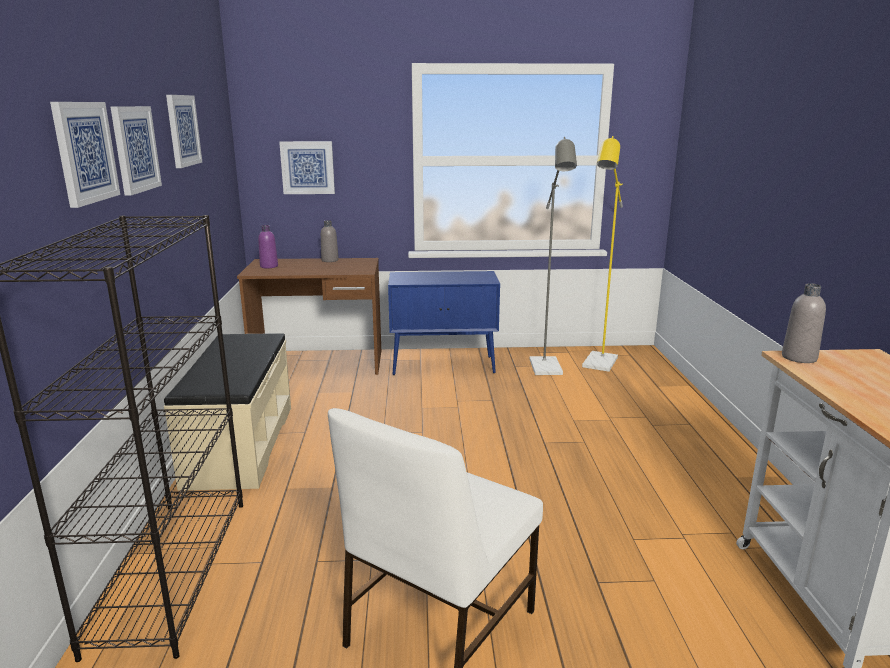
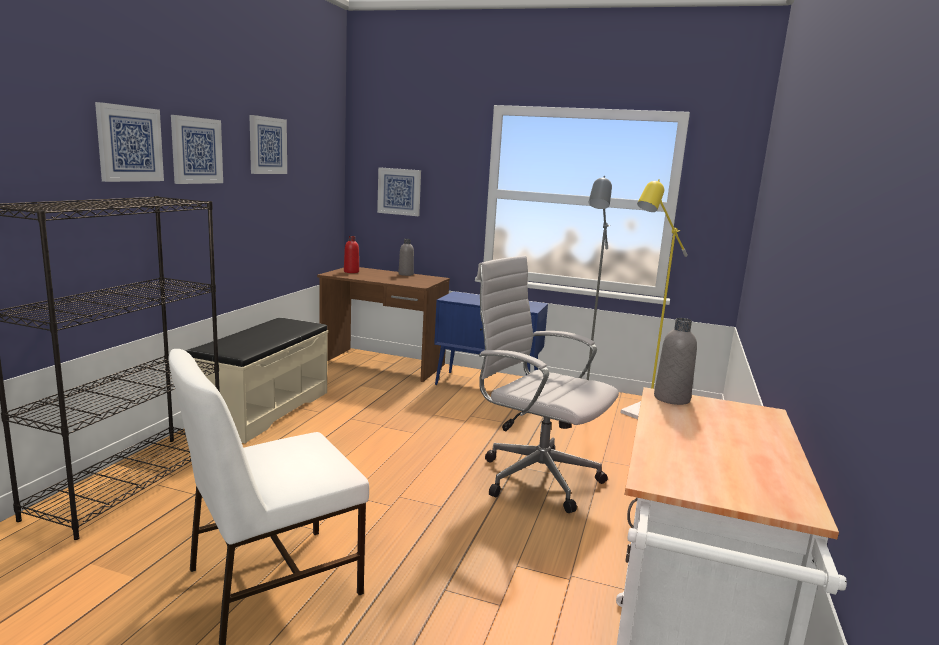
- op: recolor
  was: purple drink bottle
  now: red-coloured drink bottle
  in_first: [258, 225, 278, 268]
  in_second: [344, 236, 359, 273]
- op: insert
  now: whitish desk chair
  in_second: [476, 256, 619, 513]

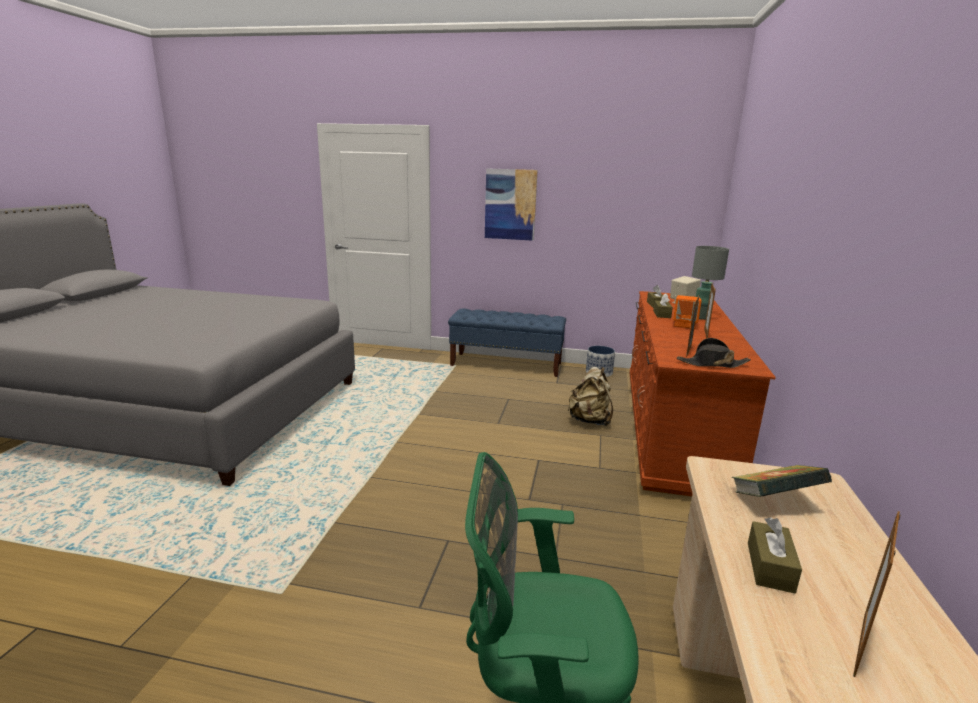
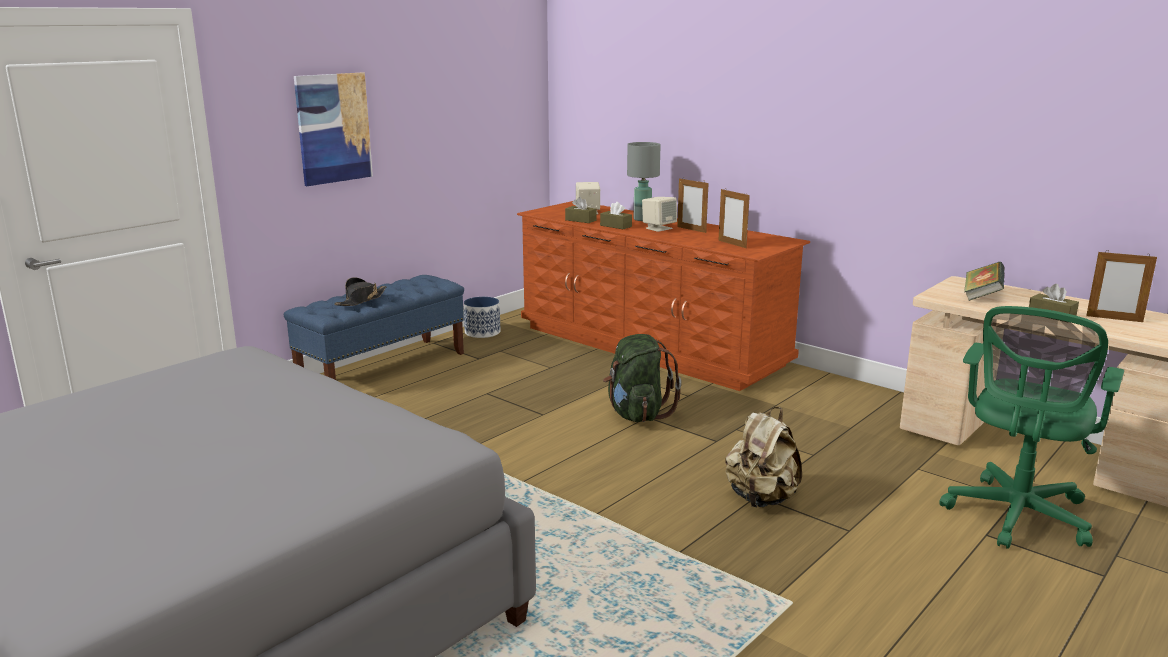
- op: recolor
  was: orange-coloured audio speaker
  now: beige audio speaker
  in_first: [673, 295, 702, 329]
  in_second: [642, 197, 677, 232]
- op: move
  was: black clothing hat
  in_first: [677, 338, 751, 368]
  in_second: [334, 277, 387, 306]
- op: move
  was: beige knapsack
  in_first: [568, 367, 613, 426]
  in_second: [725, 407, 802, 508]
- op: rotate
  was: standing frame
  in_first: [853, 511, 901, 677]
  in_second: [1086, 250, 1157, 322]
  clockwise: -45
- op: insert
  now: greenish knapsack
  in_second: [603, 334, 681, 422]

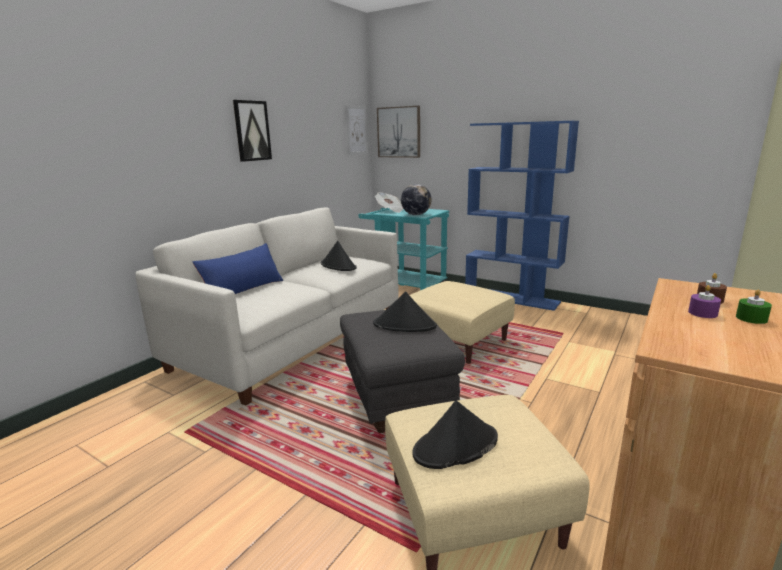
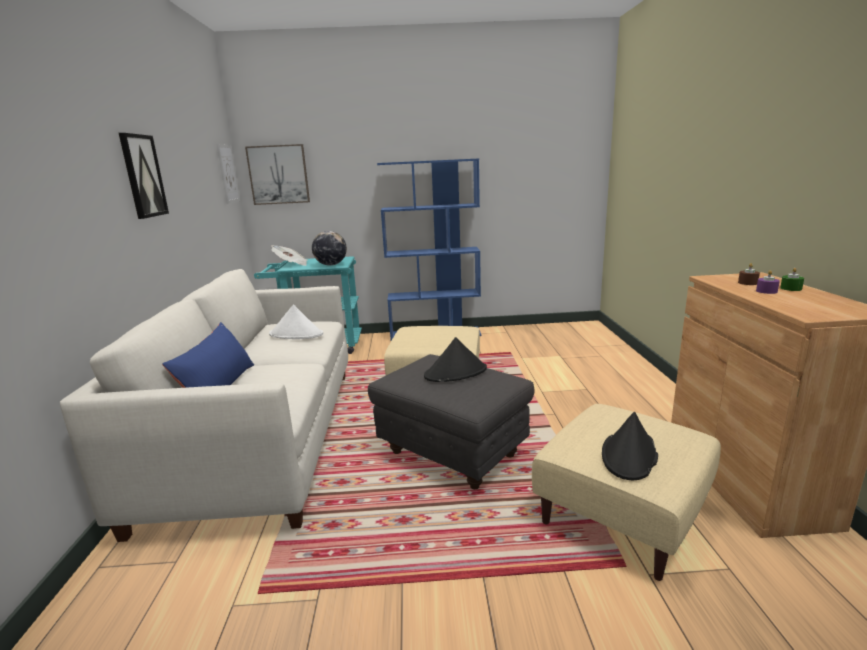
- op: recolor
  was: black clothing hat
  now: whitish clothing hat
  in_first: [321, 241, 357, 271]
  in_second: [269, 304, 323, 339]

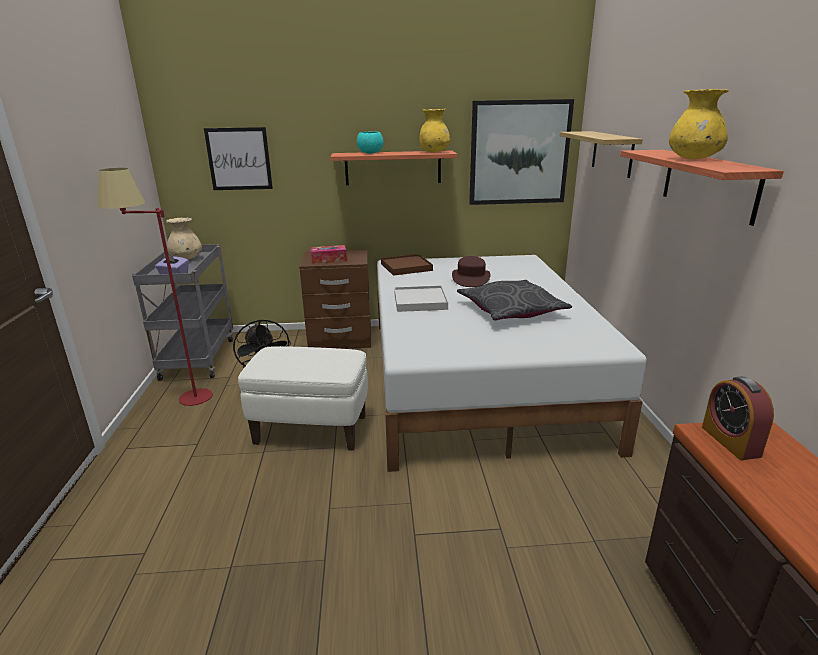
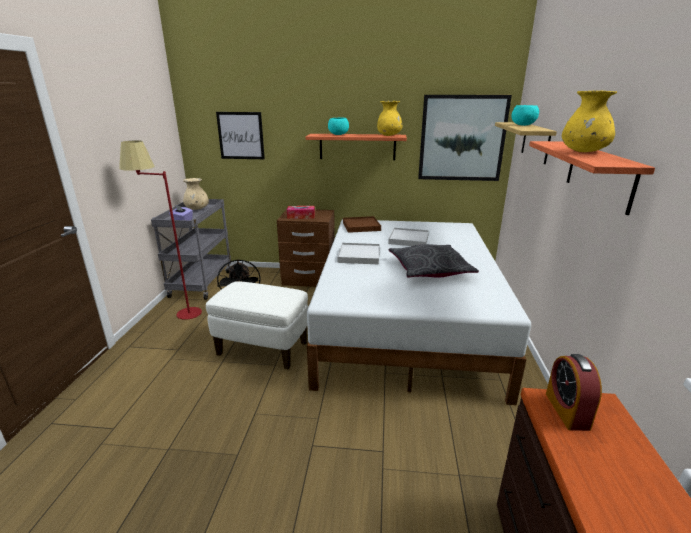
- op: replace
  was: brown clothing hat
  now: whitish serving tray
  in_first: [452, 256, 491, 287]
  in_second: [388, 228, 429, 246]
- op: insert
  now: turquoise serving bowl
  in_second: [511, 105, 539, 126]

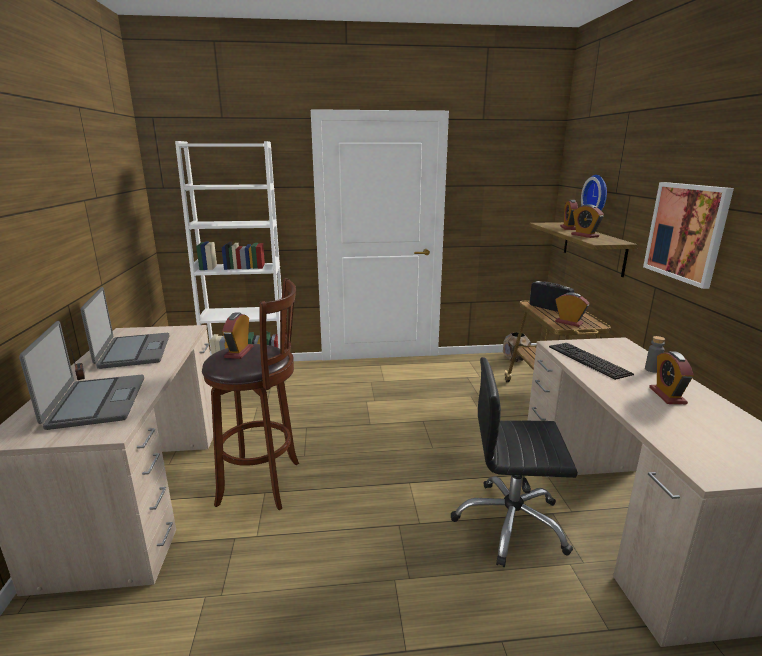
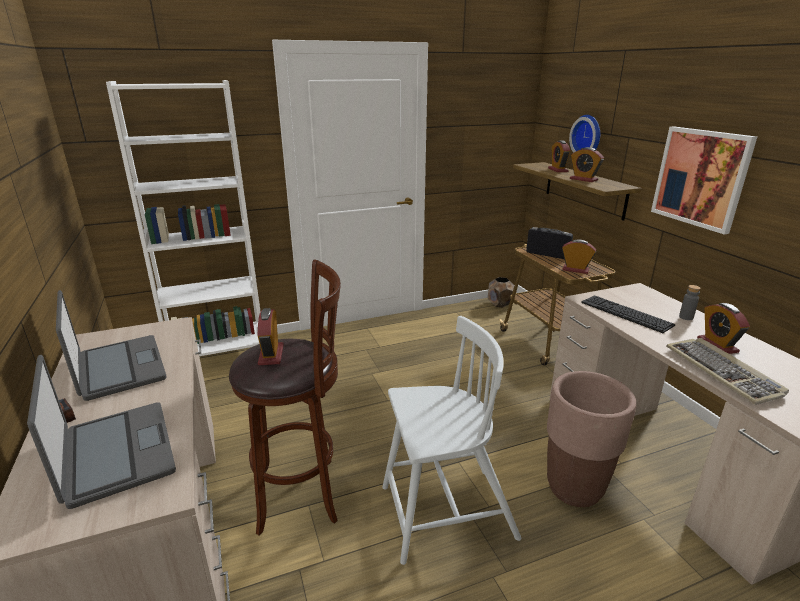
- op: replace
  was: black desk chair
  now: brown plant pot
  in_first: [451, 357, 578, 567]
  in_second: [547, 371, 636, 507]
- op: insert
  now: whitish upright chair
  in_second: [382, 316, 521, 565]
- op: insert
  now: keyboard
  in_second: [666, 338, 789, 405]

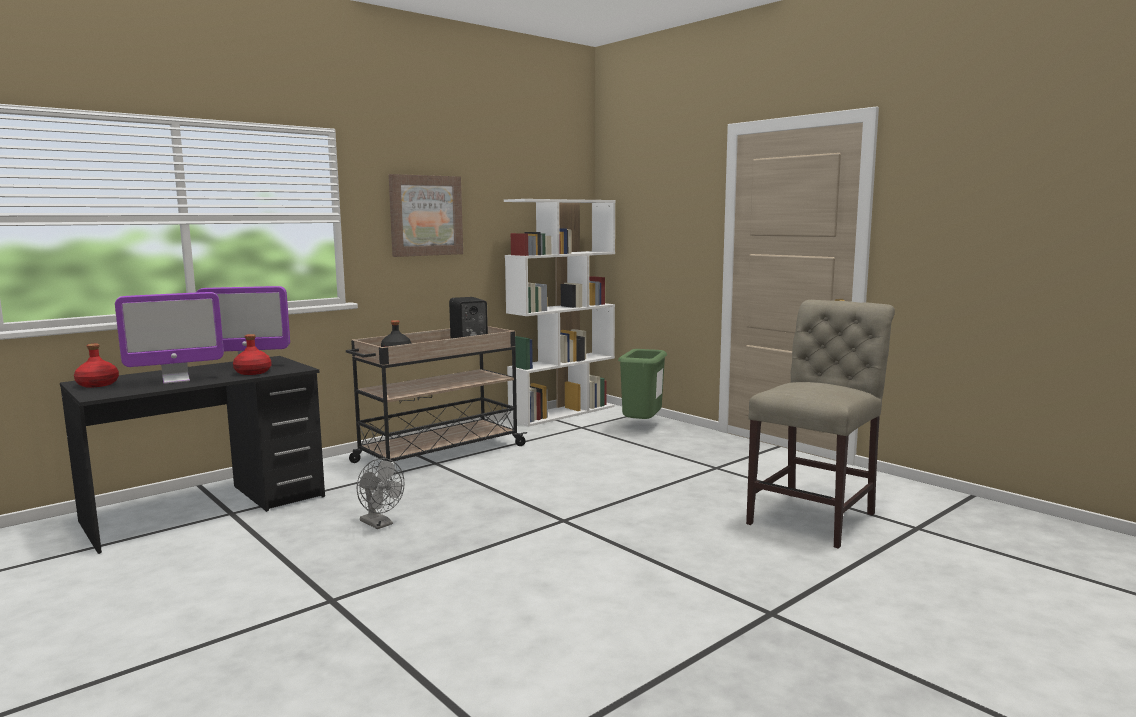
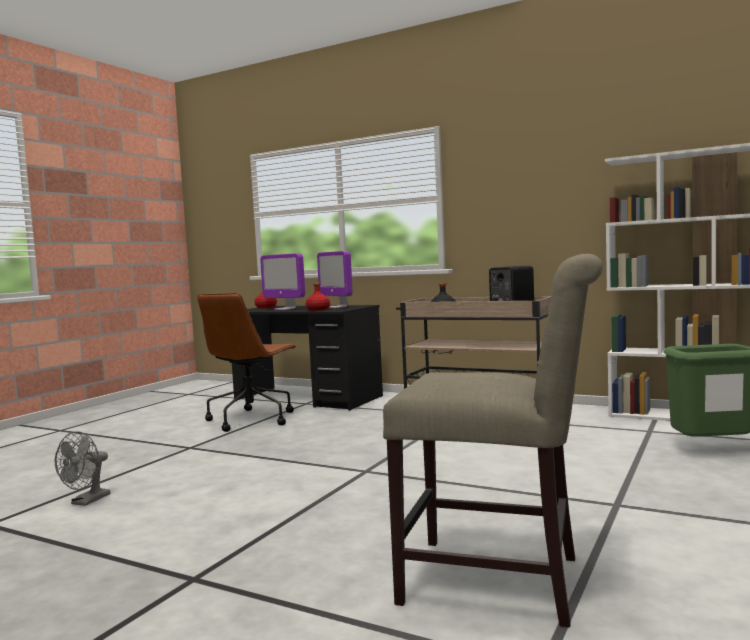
- op: delete
  was: wall picture
  in_first: [389, 174, 463, 257]
- op: move
  was: greyish cooling fan
  in_first: [356, 458, 404, 529]
  in_second: [55, 431, 110, 506]
- op: insert
  now: brown desk chair
  in_second: [197, 293, 297, 432]

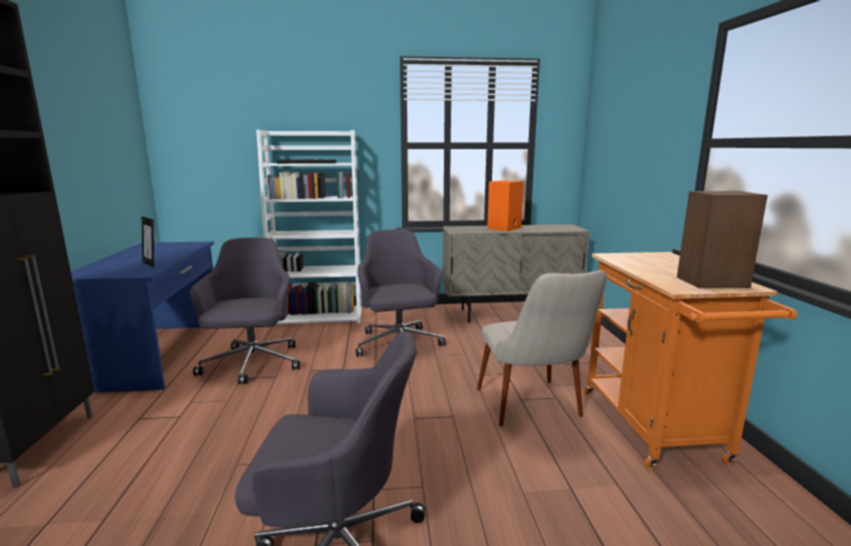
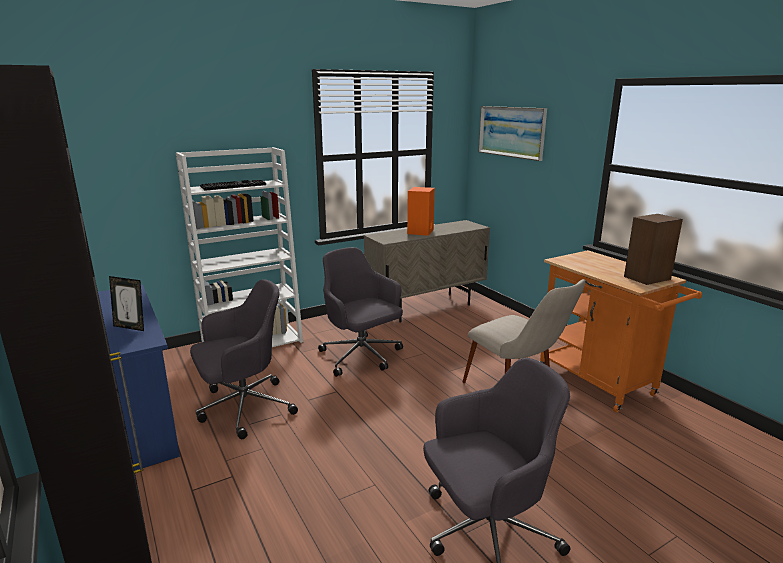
- op: rotate
  was: greyish desk chair
  in_first: [190, 237, 300, 384]
  in_second: [190, 279, 298, 439]
  clockwise: 90
- op: insert
  now: wall picture
  in_second: [478, 106, 547, 161]

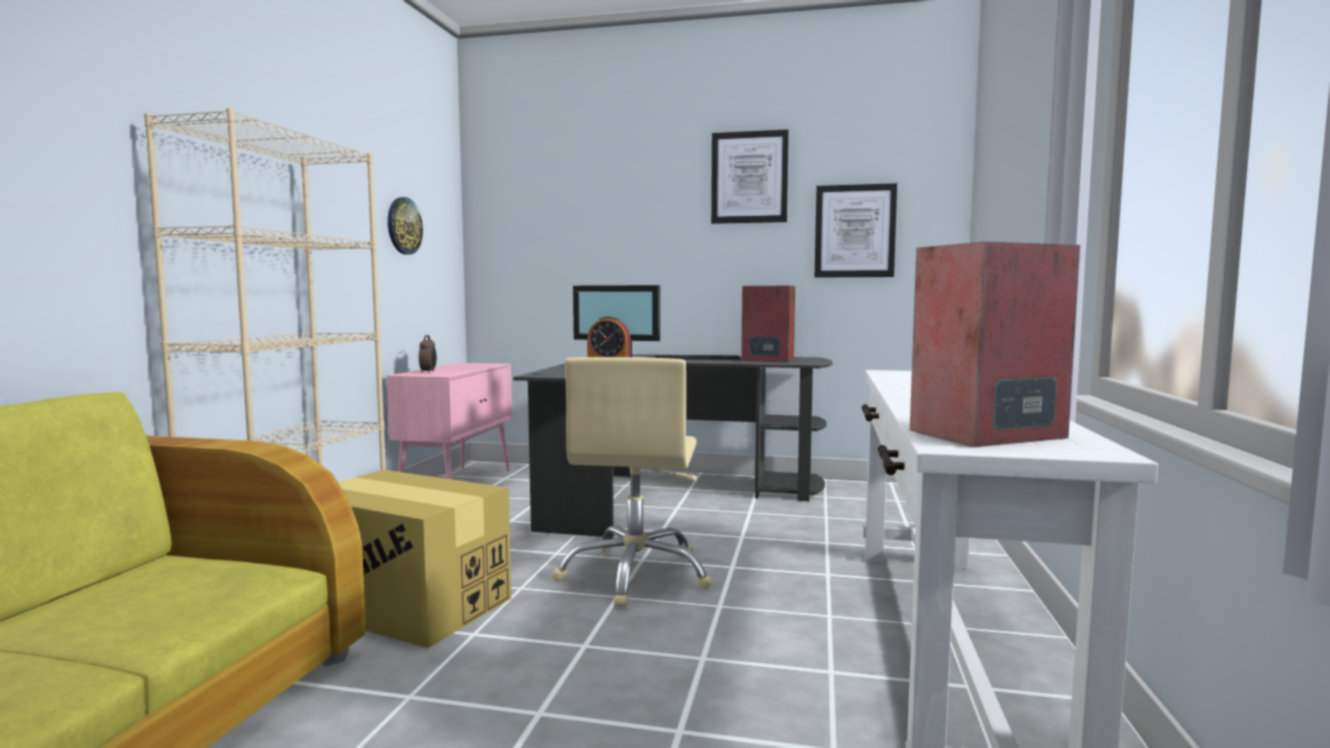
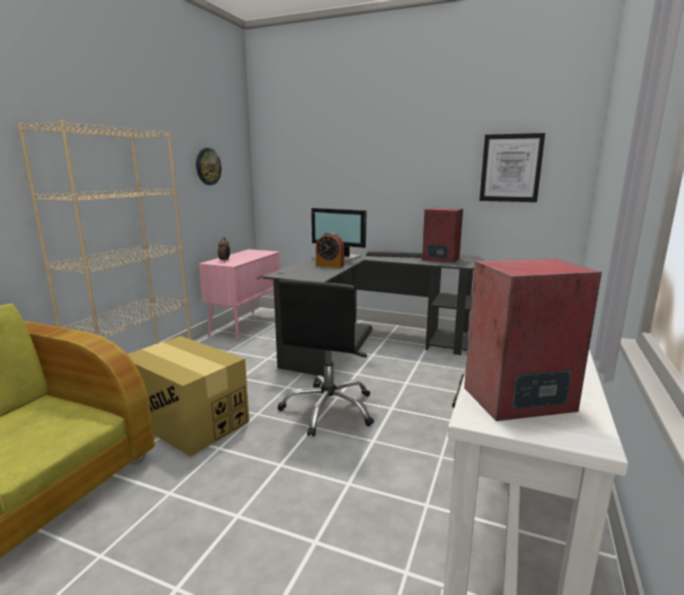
- op: delete
  was: wall picture
  in_first: [711, 129, 789, 224]
- op: recolor
  was: beige desk chair
  now: black desk chair
  in_first: [553, 357, 713, 608]
  in_second: [278, 280, 374, 437]

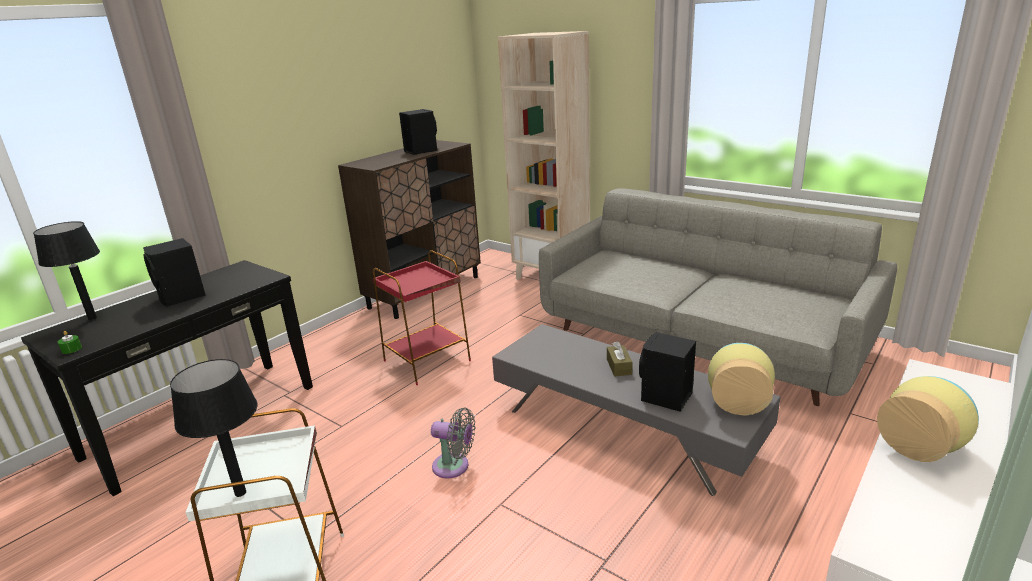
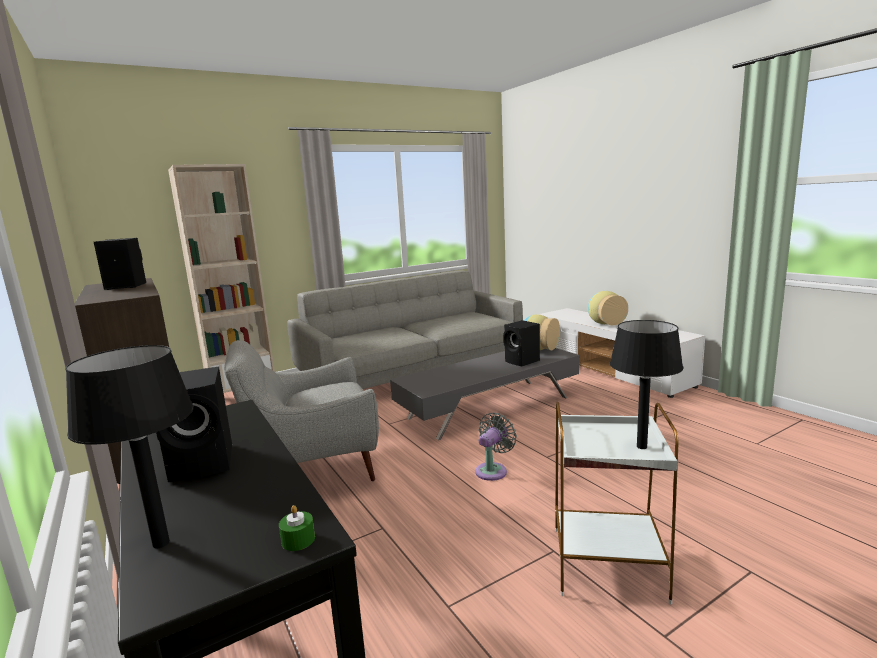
- op: replace
  was: red-coloured side table
  now: greyish easy chair
  in_first: [373, 250, 471, 385]
  in_second: [224, 340, 379, 481]
- op: delete
  was: brown box of tissues
  in_first: [607, 341, 633, 377]

